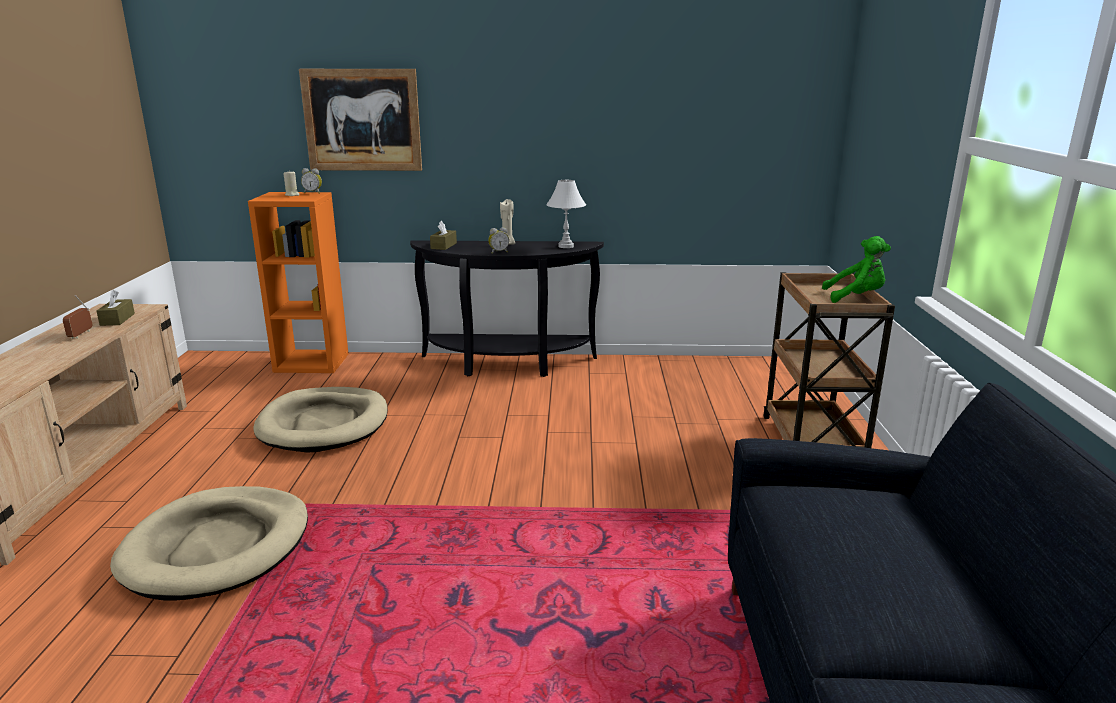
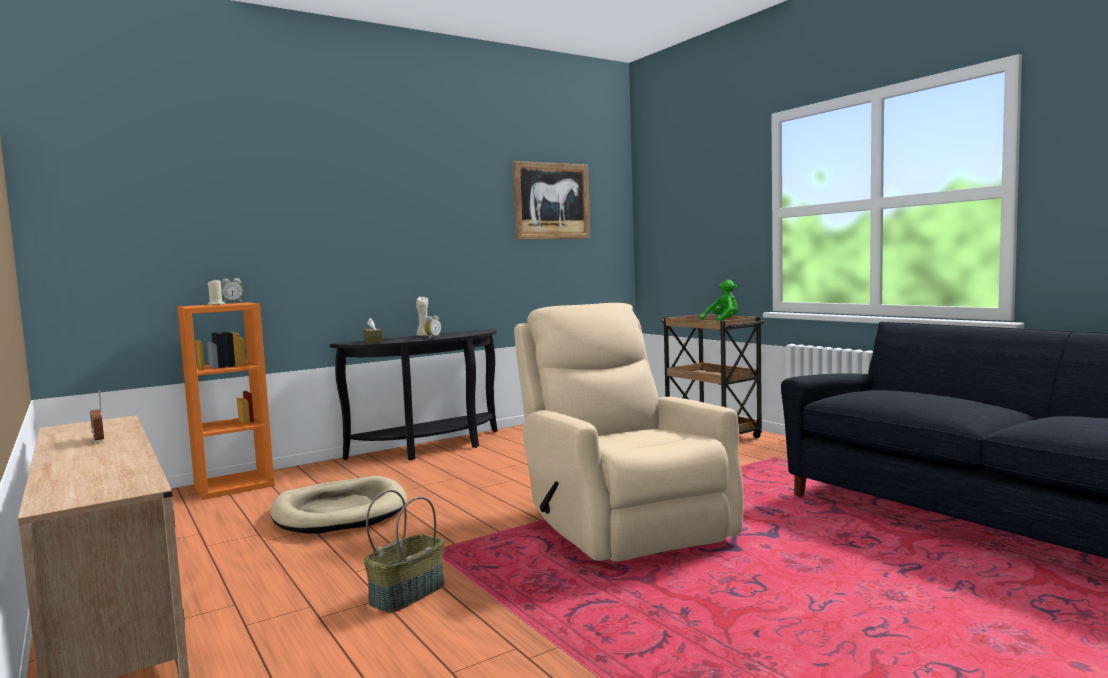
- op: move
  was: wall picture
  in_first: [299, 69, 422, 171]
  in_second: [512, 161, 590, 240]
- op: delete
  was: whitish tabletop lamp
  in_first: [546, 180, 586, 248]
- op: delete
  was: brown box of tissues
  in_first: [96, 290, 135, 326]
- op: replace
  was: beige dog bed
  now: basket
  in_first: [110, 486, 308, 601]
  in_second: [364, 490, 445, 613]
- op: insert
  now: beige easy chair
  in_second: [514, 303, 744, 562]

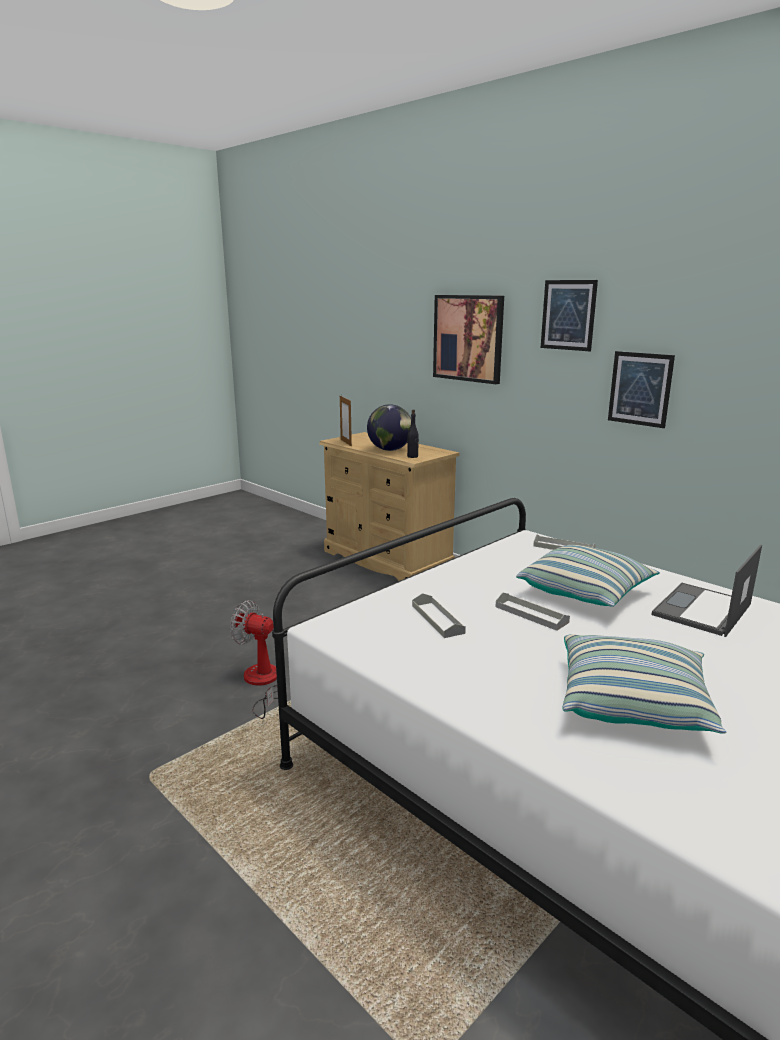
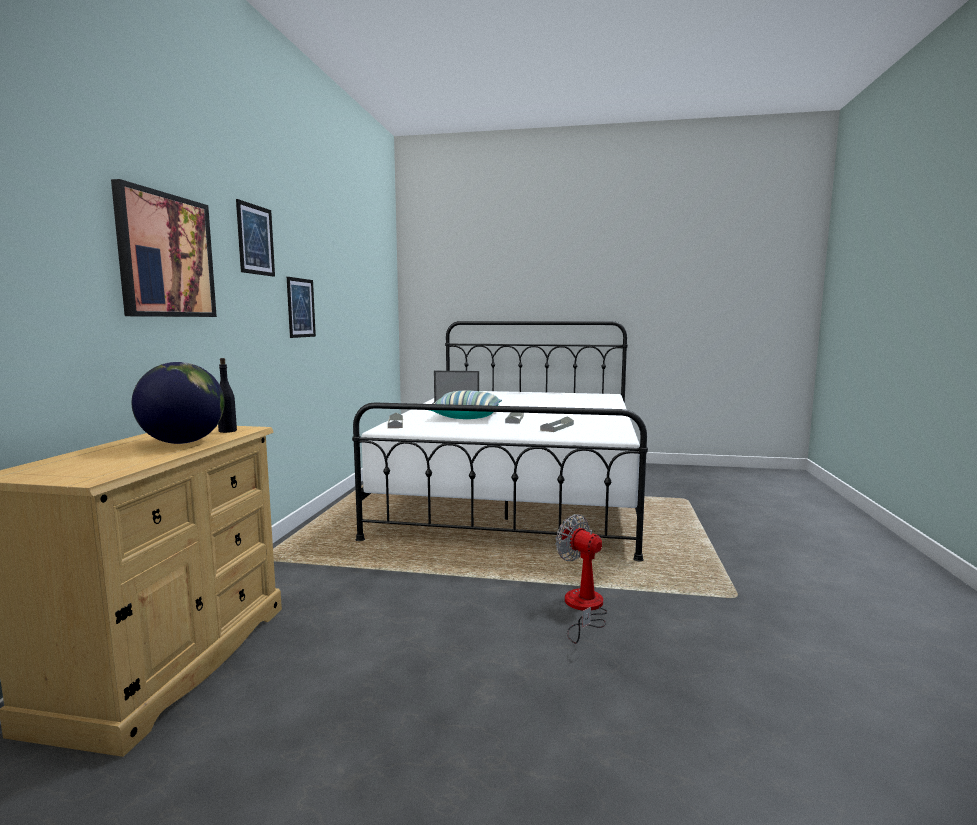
- op: delete
  was: standing frame
  in_first: [340, 396, 352, 446]
- op: rotate
  was: cooling fan
  in_first: [230, 600, 278, 719]
  in_second: [556, 514, 608, 644]
  clockwise: 150
- op: delete
  was: pillow
  in_first: [562, 634, 727, 734]

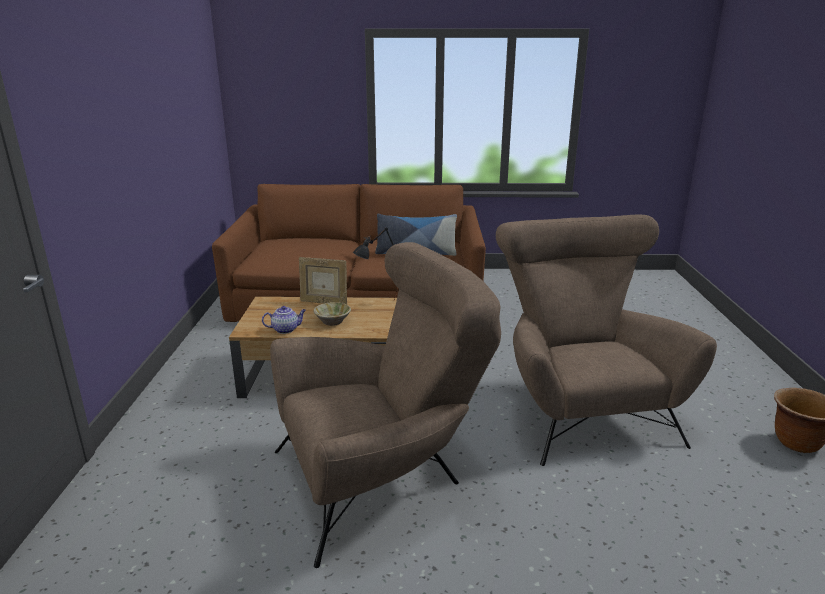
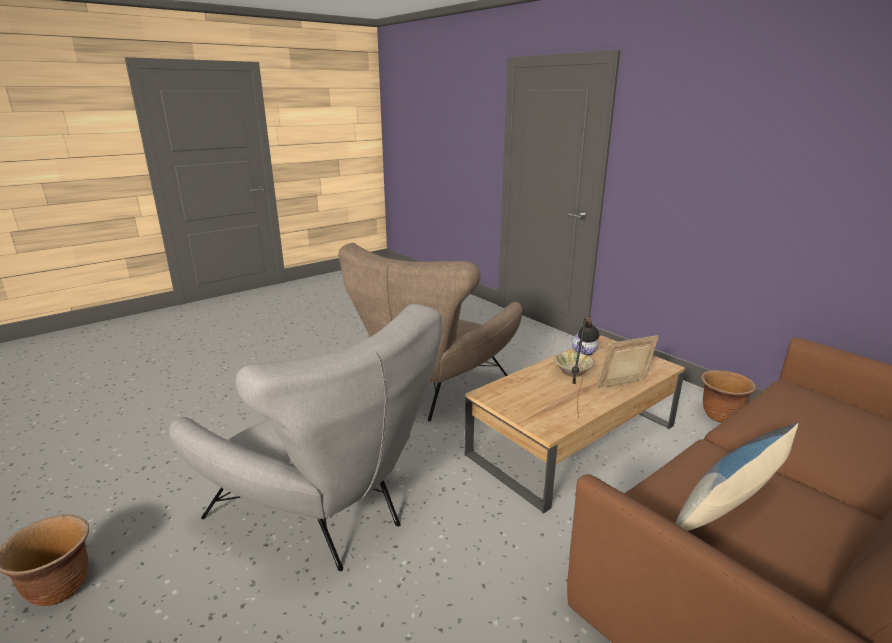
- op: recolor
  was: brown easy chair
  now: greyish easy chair
  in_first: [496, 214, 717, 466]
  in_second: [169, 304, 442, 571]
- op: insert
  now: brown plant pot
  in_second: [701, 370, 756, 423]

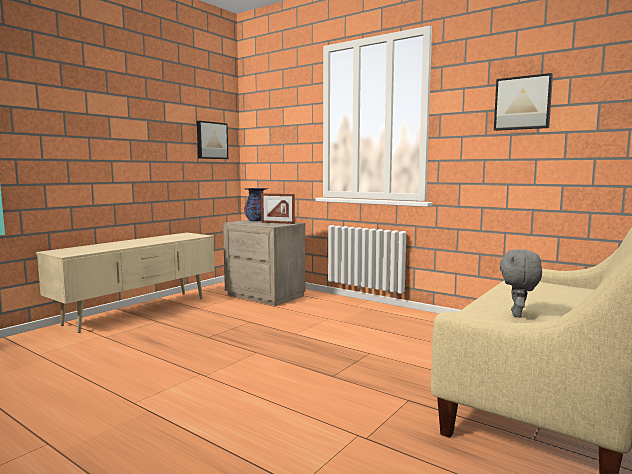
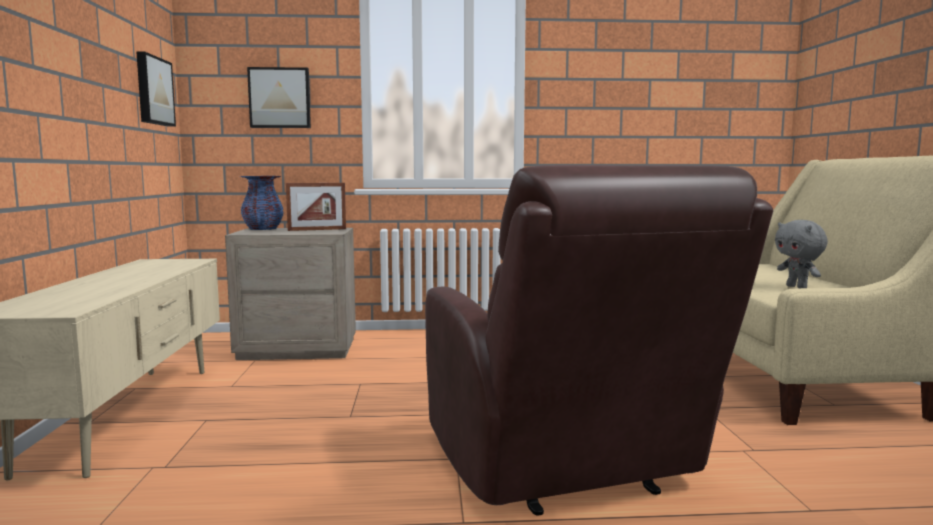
- op: move
  was: wall picture
  in_first: [494, 73, 553, 131]
  in_second: [247, 67, 311, 128]
- op: insert
  now: brown easy chair
  in_second: [425, 165, 773, 516]

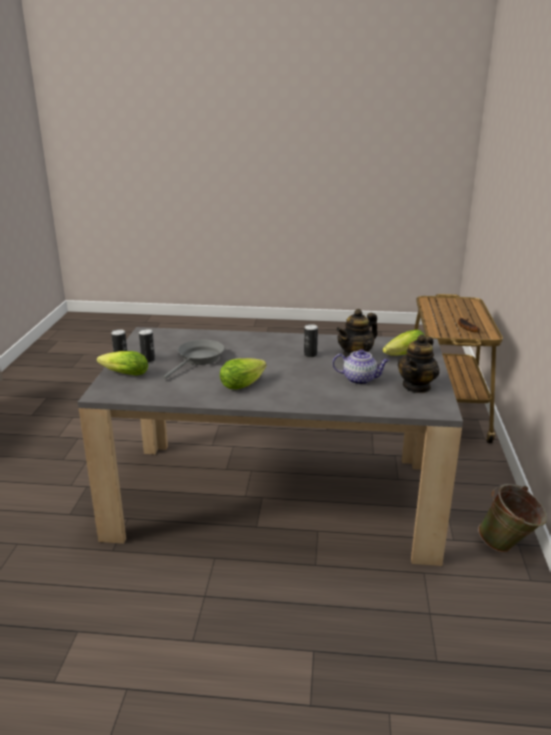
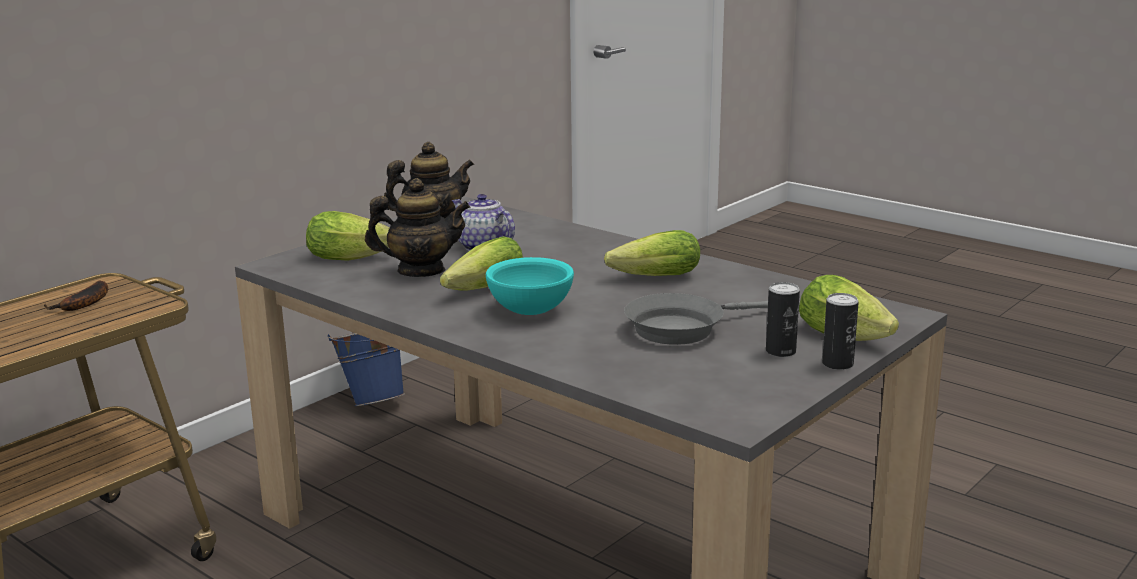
- op: replace
  was: can
  now: lettuce
  in_first: [304, 324, 318, 357]
  in_second: [440, 236, 523, 291]
- op: recolor
  was: greenish bucket
  now: blue-coloured bucket
  in_first: [478, 484, 547, 553]
  in_second: [328, 333, 405, 406]
- op: insert
  now: turquoise serving bowl
  in_second: [486, 257, 574, 315]

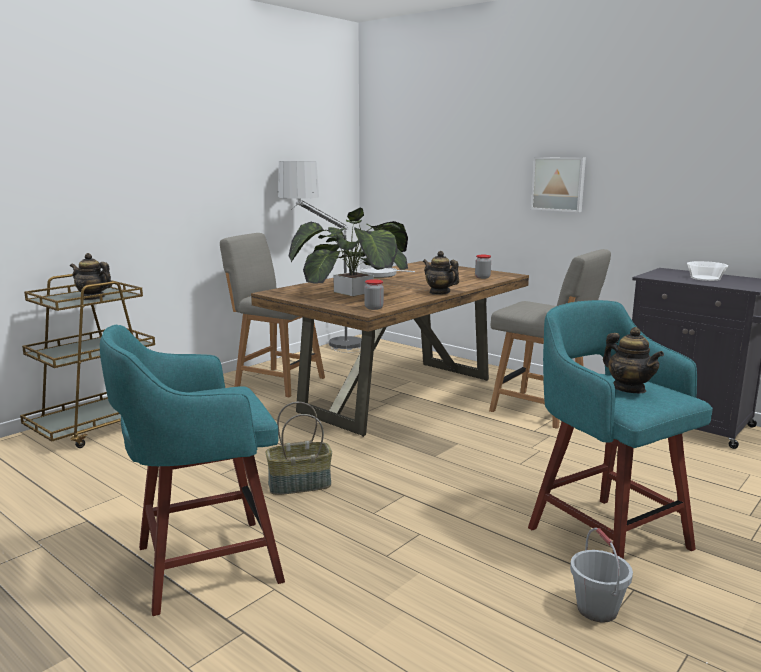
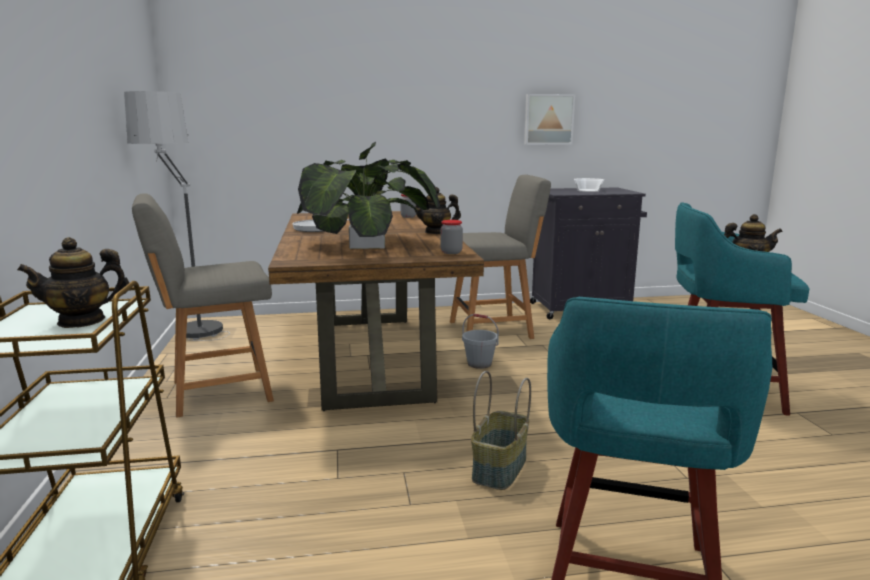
- op: move
  was: wall picture
  in_first: [531, 157, 586, 212]
  in_second: [524, 94, 575, 145]
- op: move
  was: greyish bucket
  in_first: [570, 528, 633, 622]
  in_second: [462, 314, 499, 369]

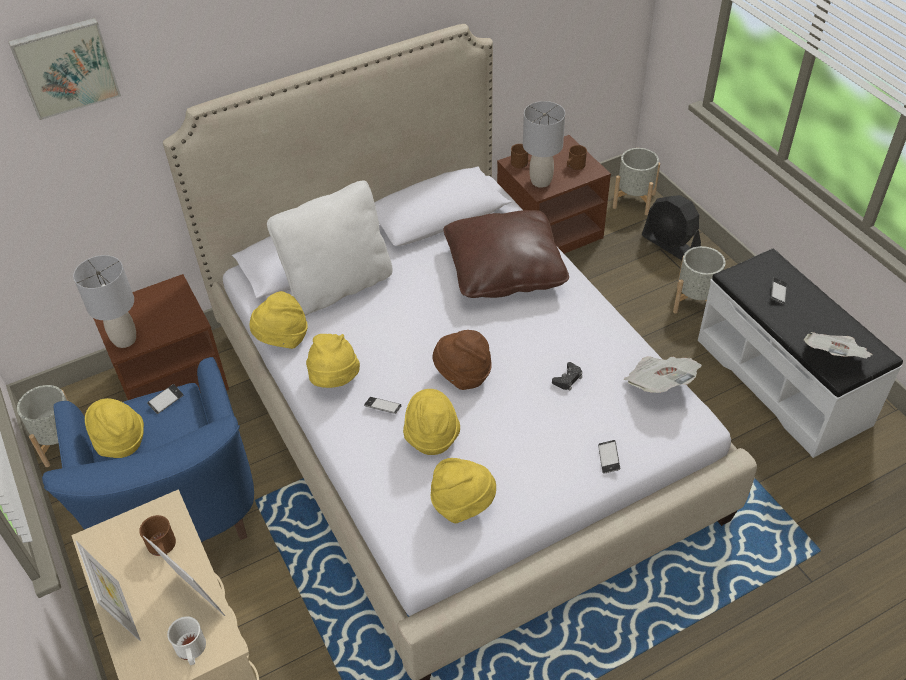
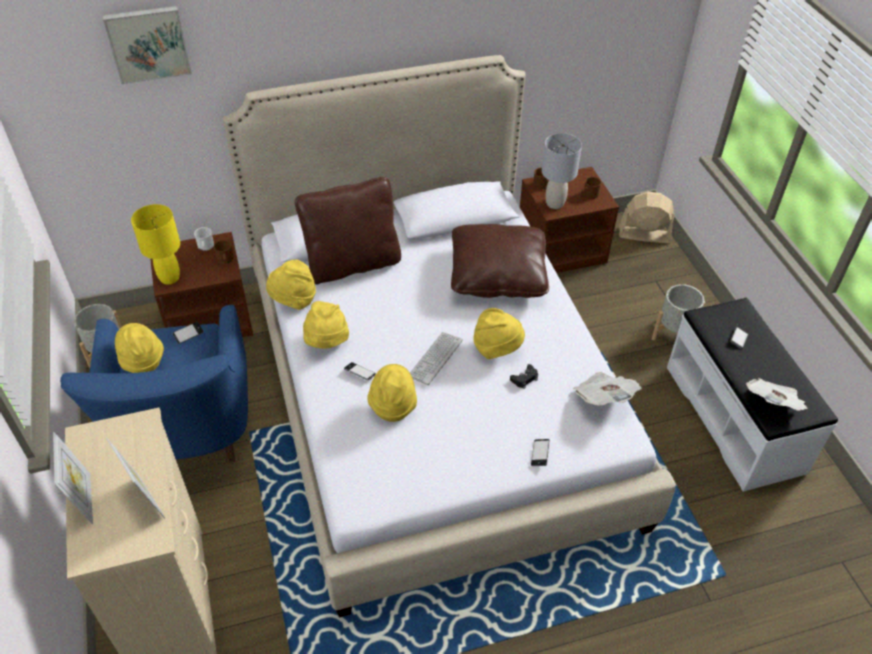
- op: replace
  was: greyish plant pot
  now: beige cooling fan
  in_first: [613, 148, 660, 215]
  in_second: [619, 192, 675, 243]
- op: recolor
  was: whitish pillow
  now: brown pillow
  in_first: [267, 180, 393, 316]
  in_second: [295, 177, 401, 284]
- op: delete
  was: black cooling fan
  in_first: [642, 195, 701, 260]
- op: recolor
  was: greyish tabletop lamp
  now: yellowish tabletop lamp
  in_first: [73, 255, 136, 348]
  in_second: [131, 204, 180, 284]
- op: replace
  was: brown clothing hat
  now: keyboard
  in_first: [433, 330, 492, 390]
  in_second: [410, 332, 463, 385]
- op: move
  was: yellowish clothing hat
  in_first: [431, 458, 496, 523]
  in_second: [473, 308, 525, 359]
- op: move
  was: brown mug
  in_first: [139, 515, 176, 556]
  in_second: [214, 240, 234, 264]
- op: move
  was: whitish mug
  in_first: [167, 616, 206, 665]
  in_second: [194, 227, 214, 251]

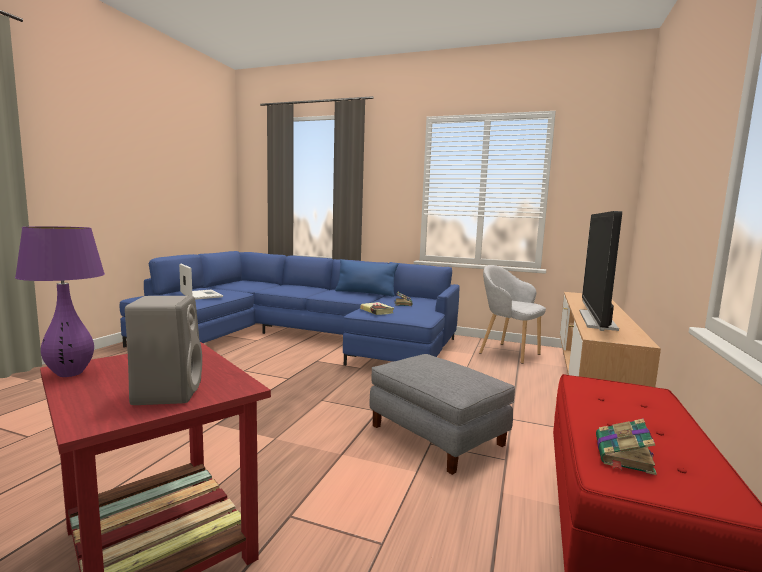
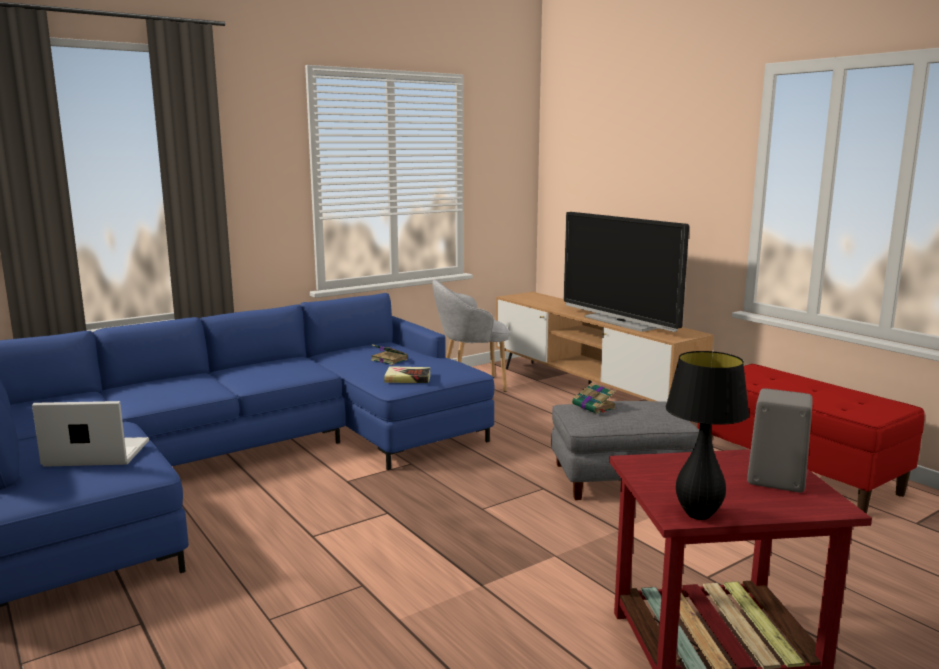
- op: recolor
  was: purple tabletop lamp
  now: black tabletop lamp
  in_first: [15, 226, 105, 377]
  in_second: [666, 351, 749, 520]
- op: delete
  was: blue-coloured pillow
  in_first: [335, 259, 398, 296]
- op: move
  was: volume
  in_first: [596, 419, 657, 475]
  in_second: [572, 383, 616, 414]

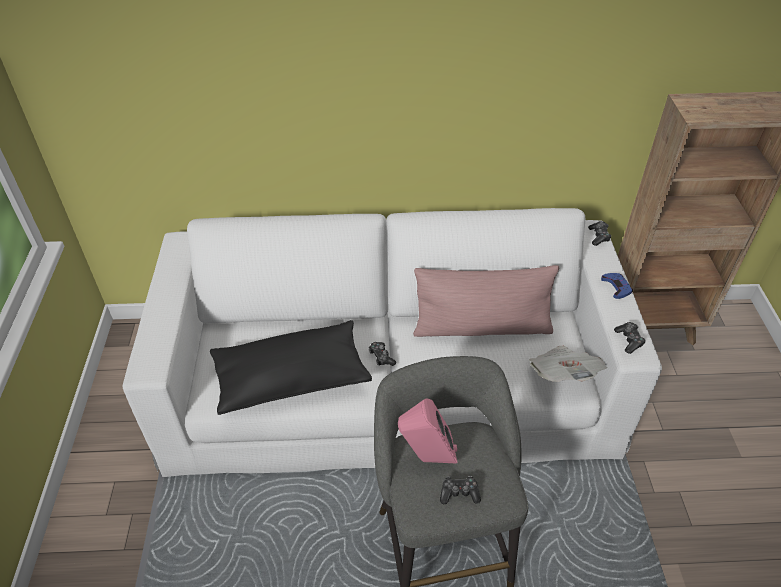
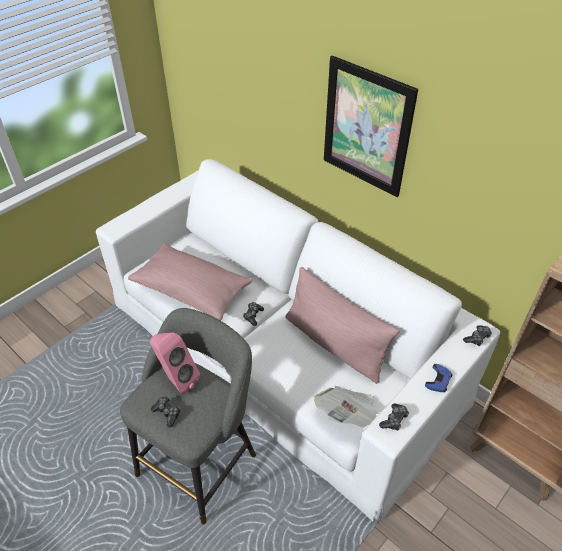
- op: recolor
  was: black pillow
  now: pinkish pillow
  in_first: [210, 320, 372, 415]
  in_second: [128, 243, 253, 321]
- op: insert
  now: wall picture
  in_second: [324, 55, 418, 197]

